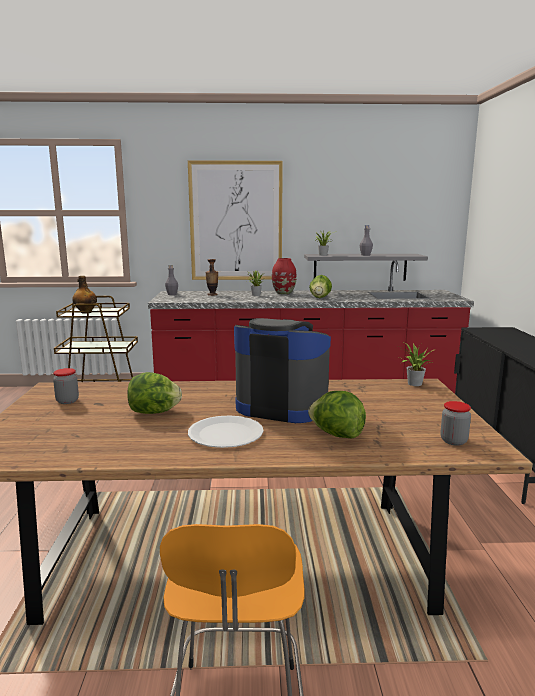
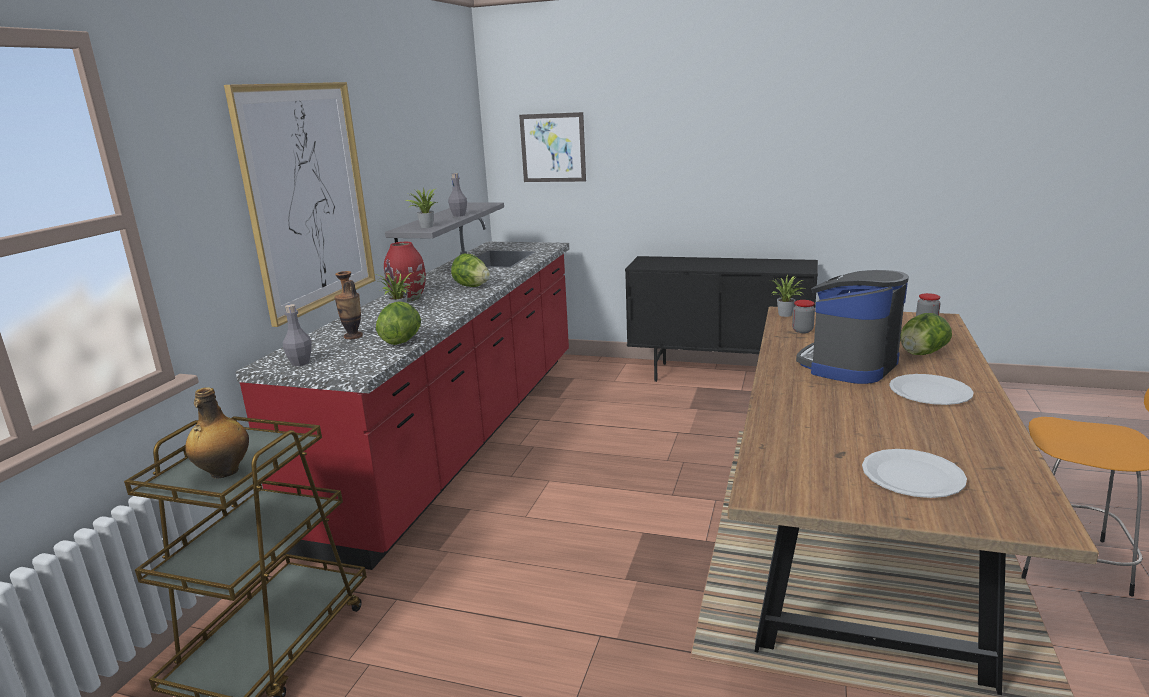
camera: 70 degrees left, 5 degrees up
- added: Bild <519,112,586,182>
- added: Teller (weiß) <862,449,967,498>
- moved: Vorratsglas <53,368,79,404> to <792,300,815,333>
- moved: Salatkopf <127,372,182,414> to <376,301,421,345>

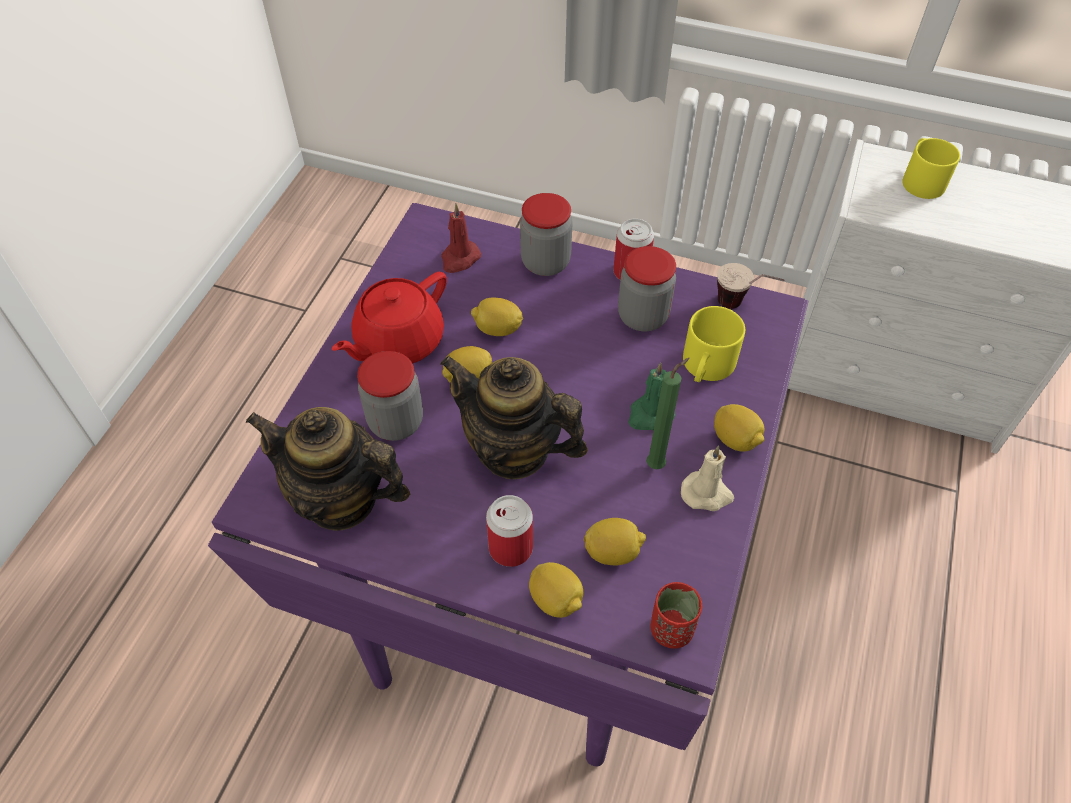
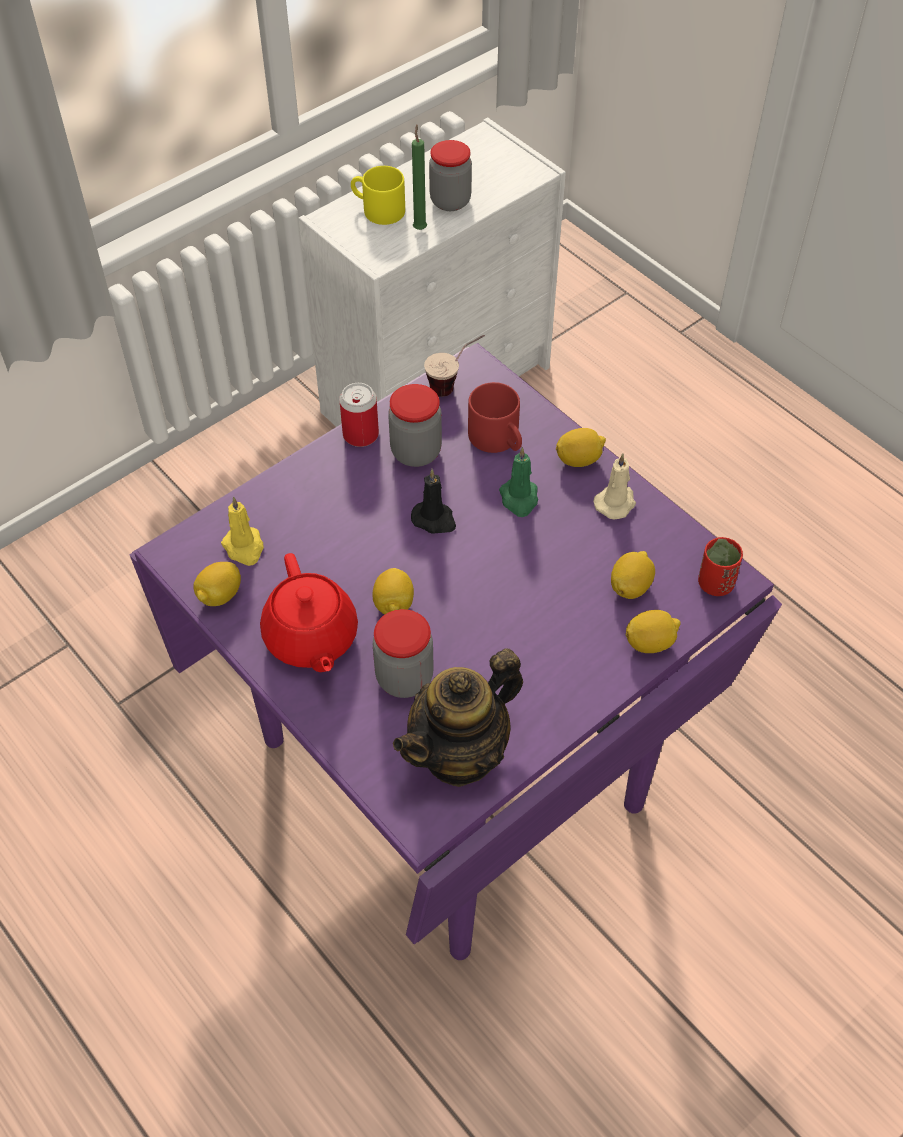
camera: 60 degrees left, 0 degrees up
- removed: Teekanne <440,356,588,479>
- removed: Dose <486,495,533,567>
- added: Kerze (schwarz) <411,469,456,533>
- moved: Zitrone <471,297,523,336> to <193,562,241,606>
- moved: Vorratsglas <520,193,573,276> to <429,140,472,211>
- moved: Kerze (grün) <646,358,690,469> to <412,124,427,230>
- recoloured: Kerze (rot) <441,203,481,273> to Kerze (gelb) <221,496,264,566>
- recoloured: Henkelbecher (gelb) <683,306,745,382> to Henkelbecher (rot) <468,382,522,453>

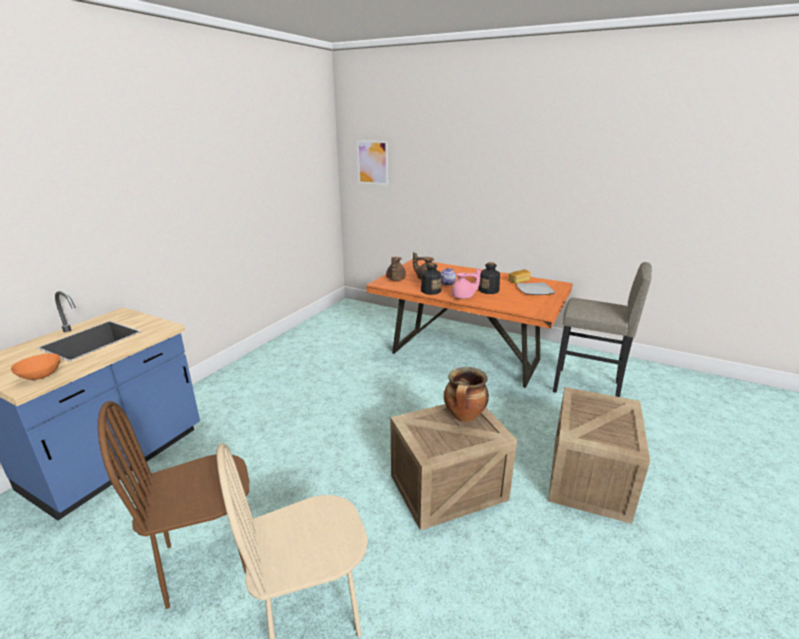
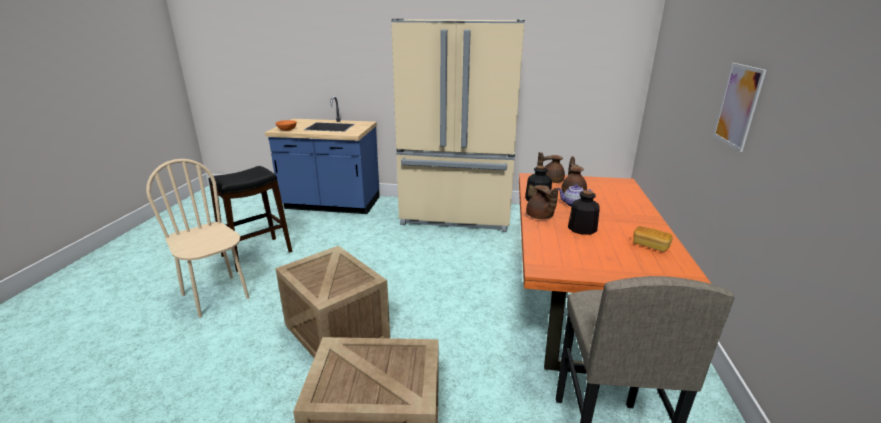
camera: 70 degrees right, 0 degrees up
- removed: Kochtopf <444,367,489,422>
- removed: Teller <516,282,556,295>
- added: Kühlschrank (beige) <391,18,525,232>
- moved: Bild <357,140,388,186> to <713,63,766,152>
- replaced: Stuhl (braun) <98,401,249,609> to Hocker (schwarz) <208,166,292,272>
- recoloured: Teekanne (rosa) <452,268,481,299> to Teekanne (braun) <526,185,558,219>

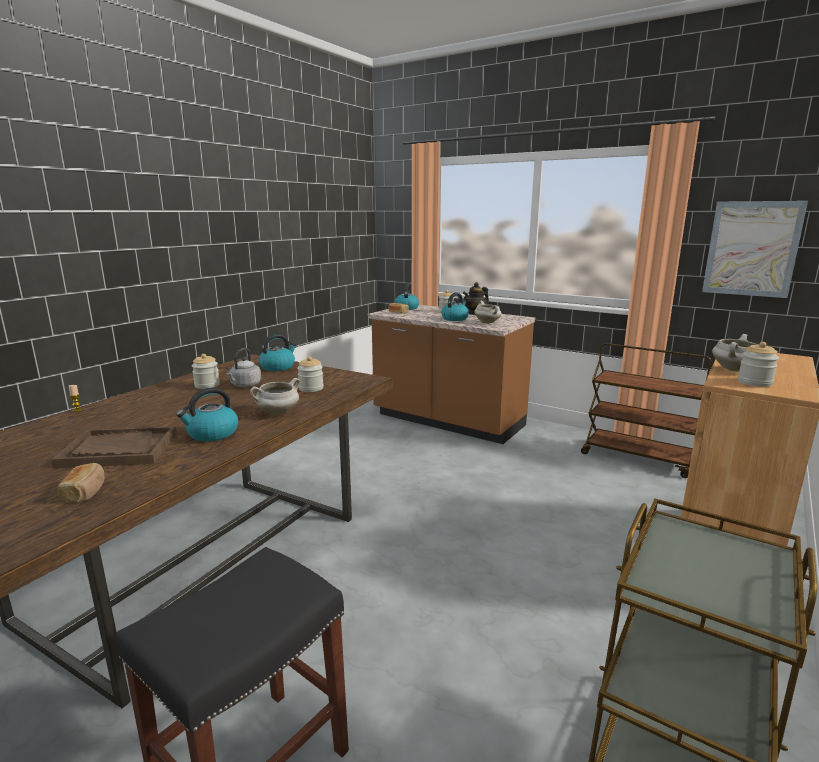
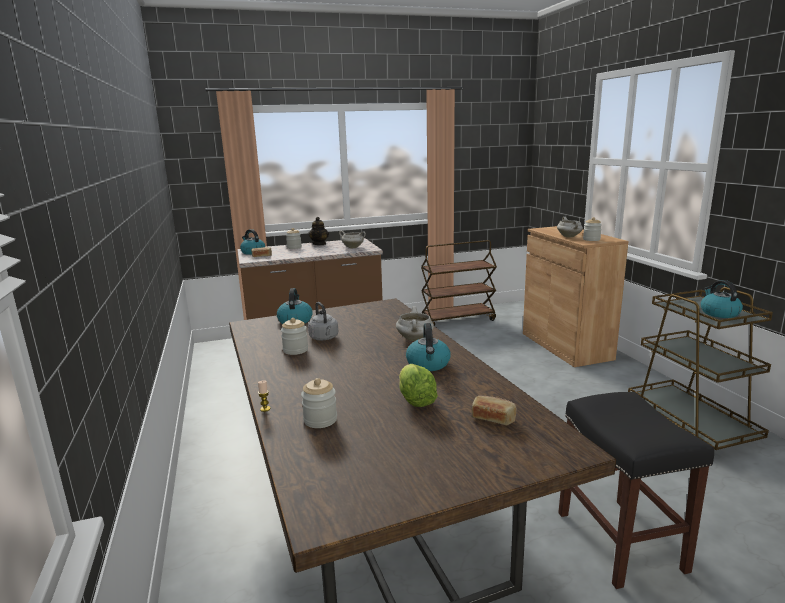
camera: 50 degrees left, 0 degrees up
- removed: Bild <702,201,808,298>
- moved: Vorratsglas <297,356,324,392> to <301,378,337,428>
- moved: Wasserkessel <441,293,469,321> to <701,280,743,318>
- replaced: Tablett (braun) <51,426,177,468> to Salatkopf <399,364,438,407>

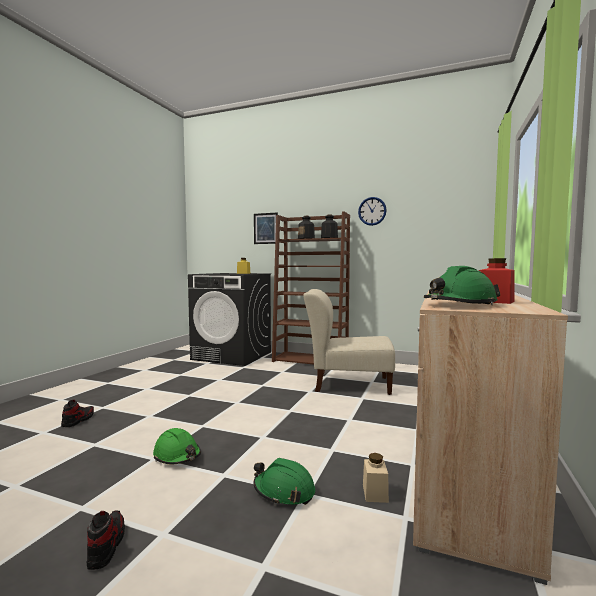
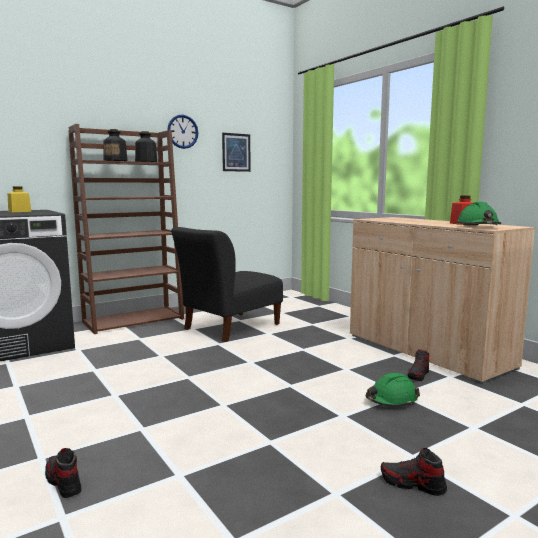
camera: 55 degrees left, 5 degrees up
- removed: Schutzhelm (grün) <153,428,201,464>
- moved: Bild <254,213,278,244> to <222,133,251,172>
- replaced: Vorratsglas (beige) <363,453,389,503> to Schuh <408,349,429,381>
- recoloured: Stuhl (beige) <303,289,395,395> to Stuhl (schwarz) <171,227,283,342>

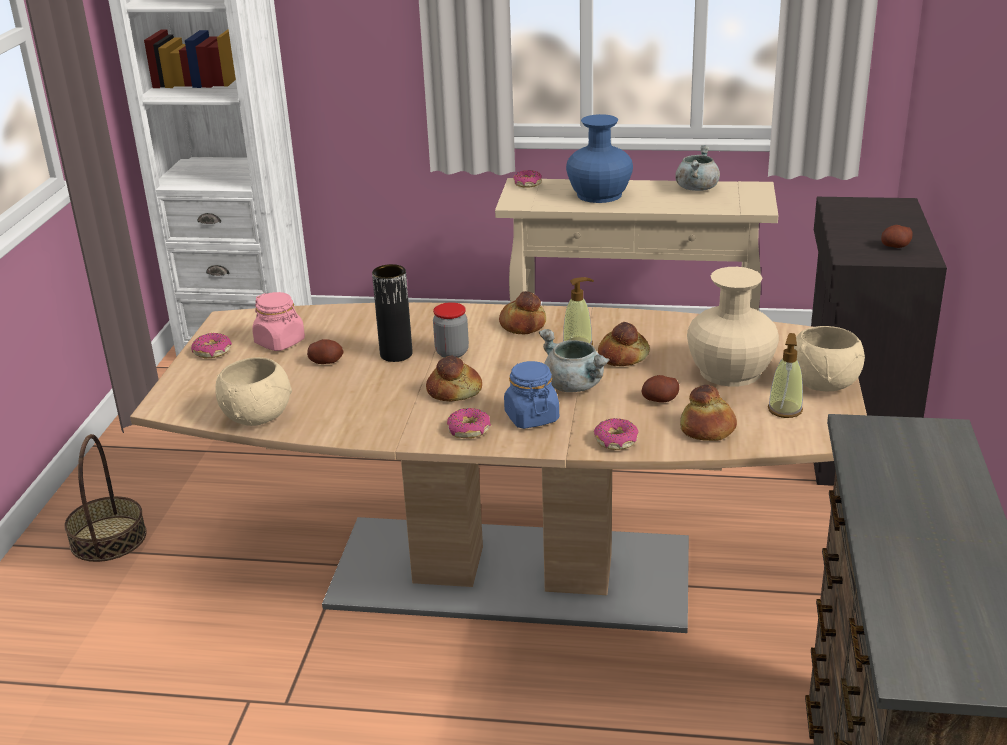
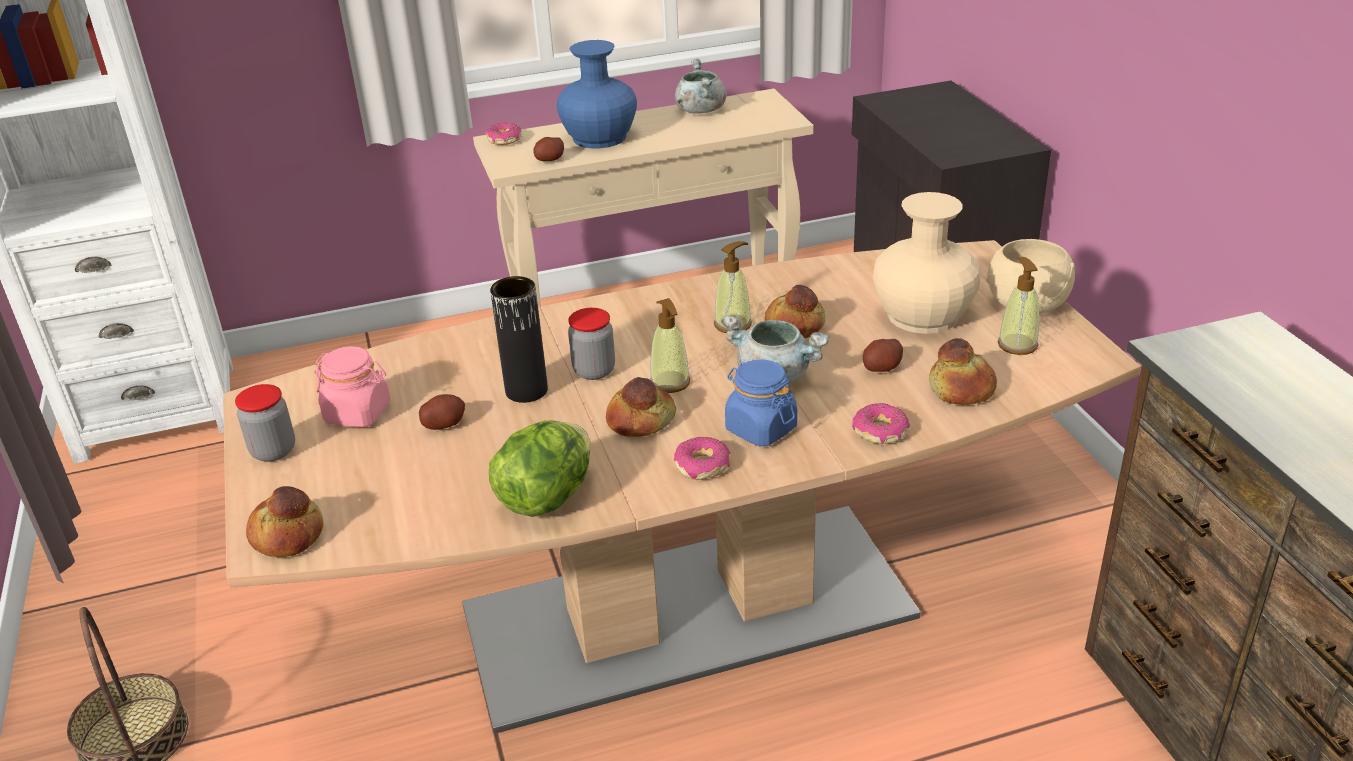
camera: 25 degrees left, 5 degrees up
- removed: Schüssel (beige) <215,357,292,426>
- added: Salatkopf <489,420,591,517>
- added: Seifenspender <650,298,690,393>
- moved: Brot <499,291,546,334> to <246,486,324,558>
- moved: Kartoffel <881,225,913,248> to <534,137,564,161>
- replaced: Donut <191,333,232,359> to Vorratsglas <235,384,295,462>

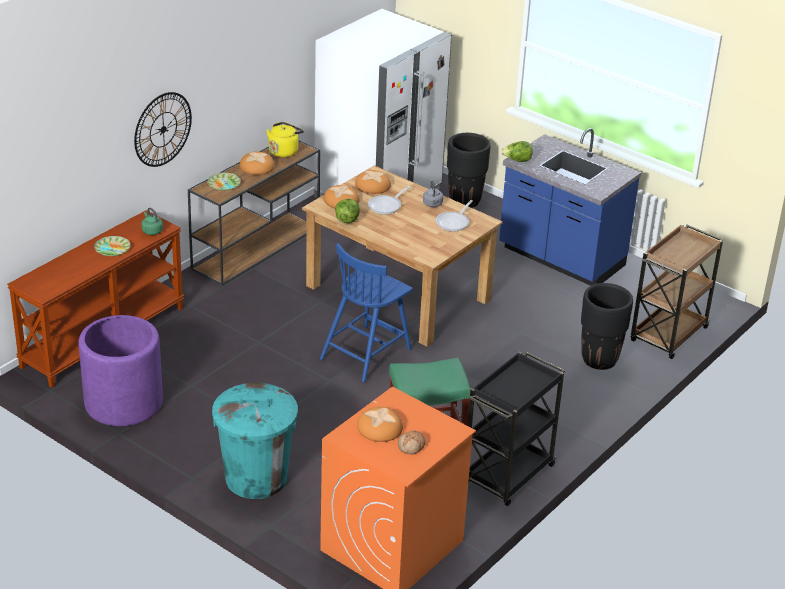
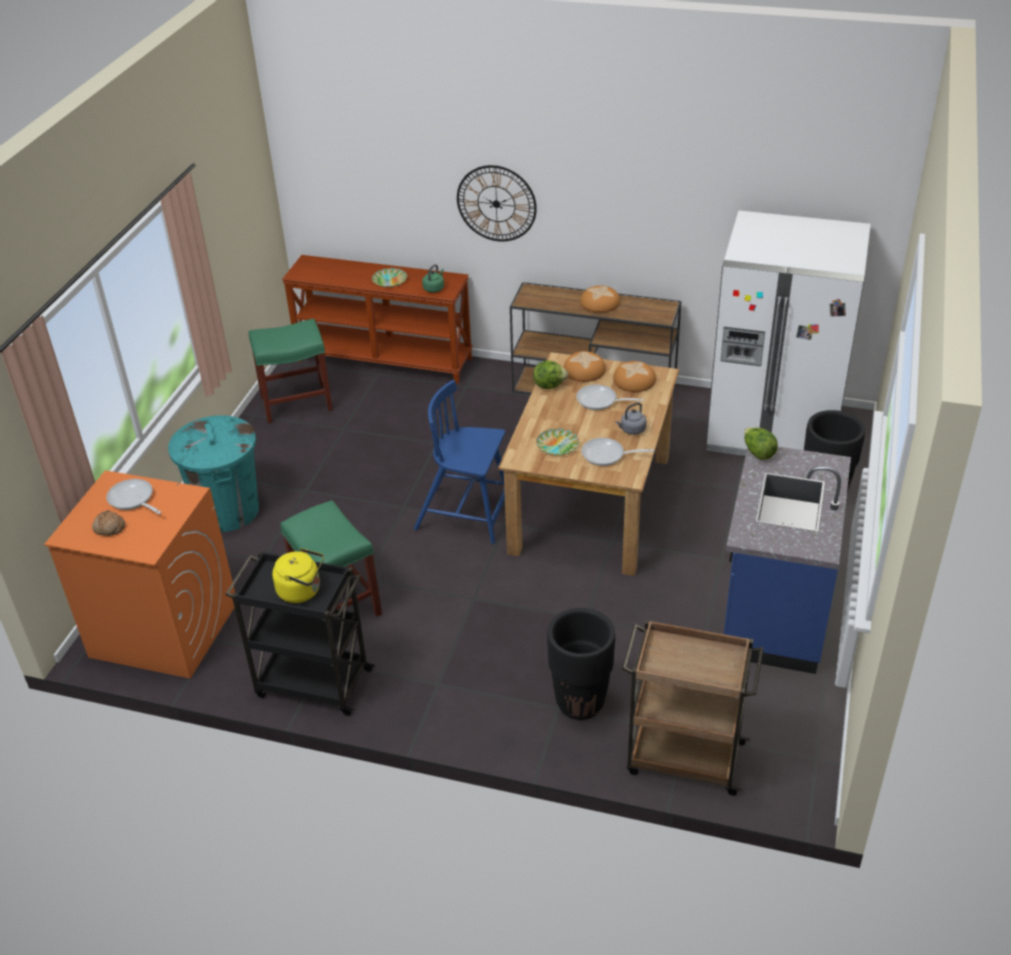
camera: 70 degrees right, 5 degrees up
- moved: Teller <207,173,241,191> to <536,428,579,456>
- moved: Wasserkessel (gelb) <267,122,304,157> to <272,548,324,603>
- replaced: Pflanzkübel (lila) <78,315,163,426> to Hocker (grün) <249,319,332,423>
- replaced: Brot <357,407,403,442> to Pfanne <106,479,162,514>

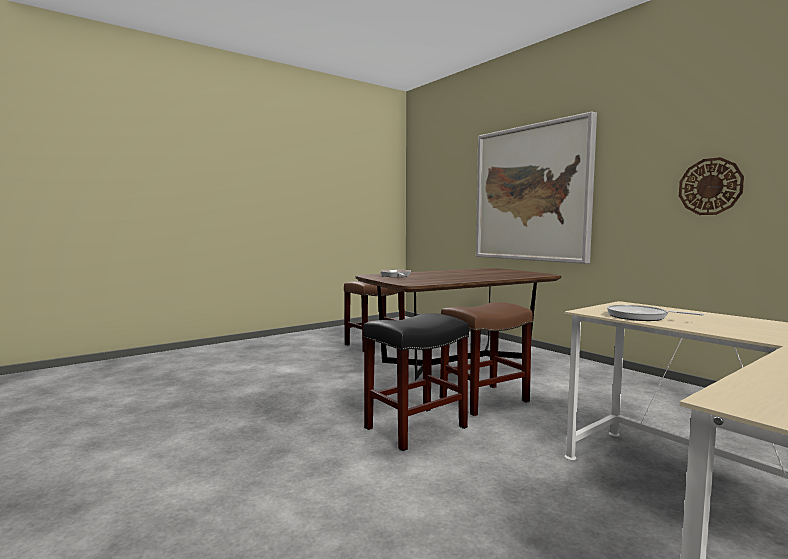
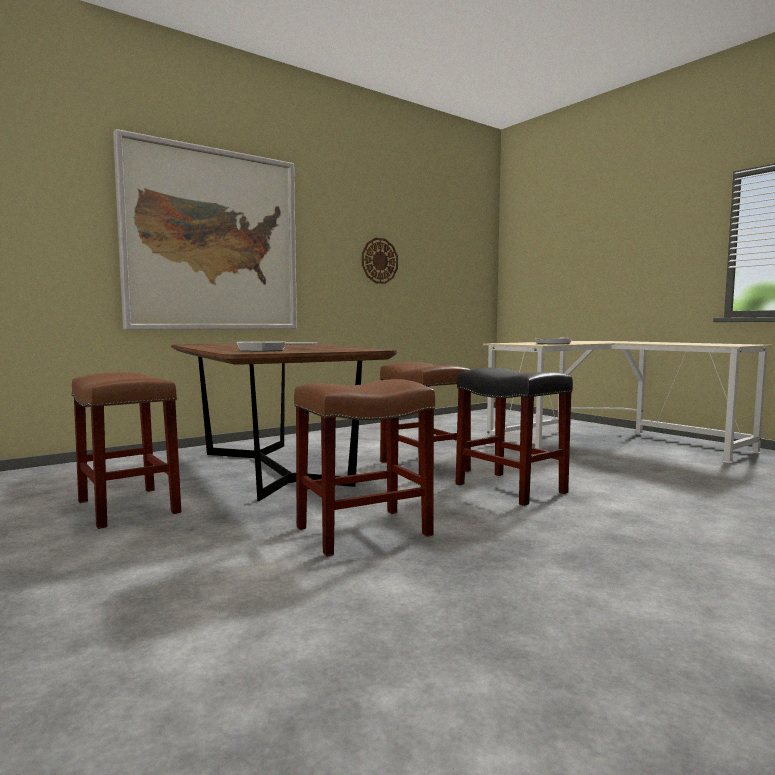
camera: 90 degrees left, 0 degrees up
- added: Hocker (braun) <294,379,435,557>

